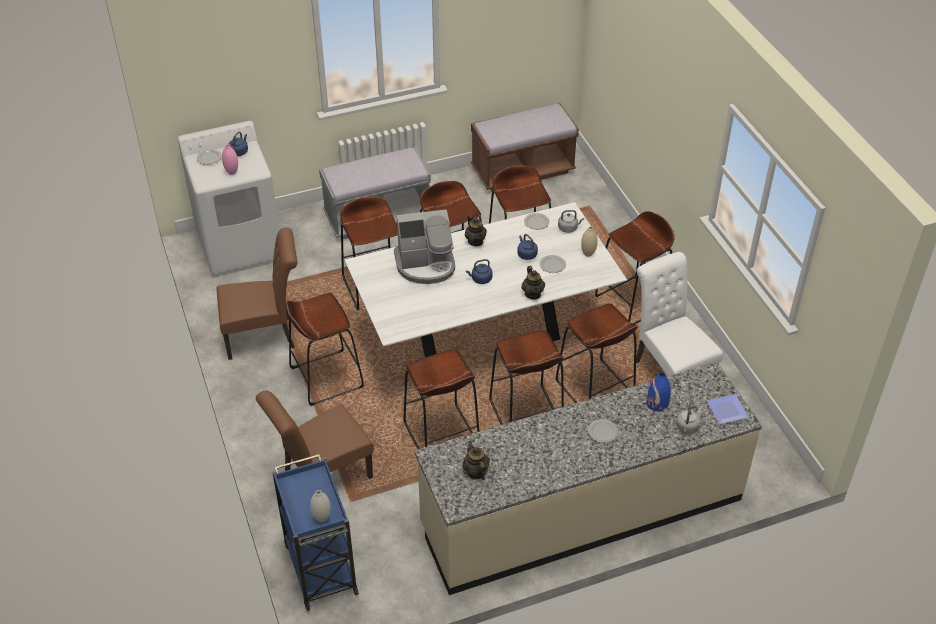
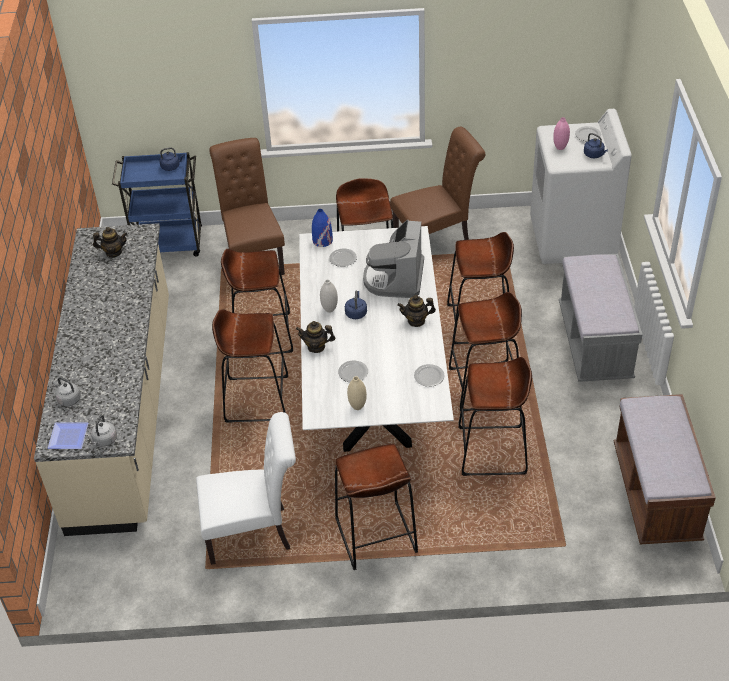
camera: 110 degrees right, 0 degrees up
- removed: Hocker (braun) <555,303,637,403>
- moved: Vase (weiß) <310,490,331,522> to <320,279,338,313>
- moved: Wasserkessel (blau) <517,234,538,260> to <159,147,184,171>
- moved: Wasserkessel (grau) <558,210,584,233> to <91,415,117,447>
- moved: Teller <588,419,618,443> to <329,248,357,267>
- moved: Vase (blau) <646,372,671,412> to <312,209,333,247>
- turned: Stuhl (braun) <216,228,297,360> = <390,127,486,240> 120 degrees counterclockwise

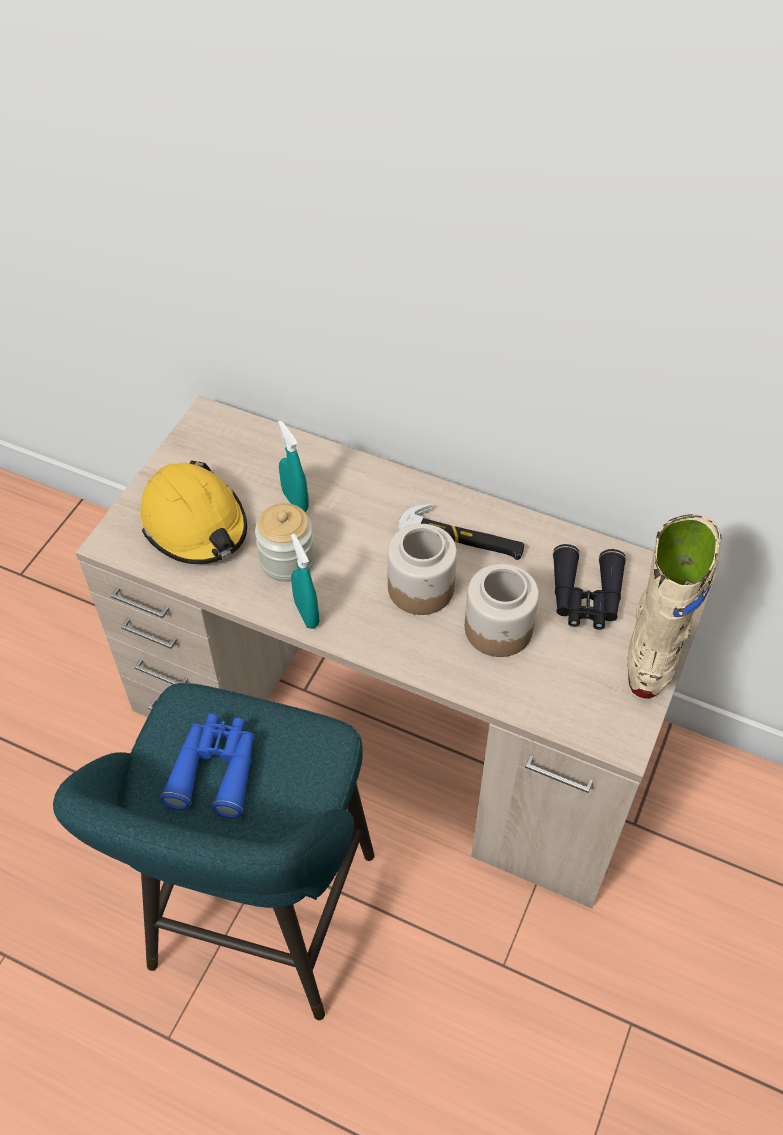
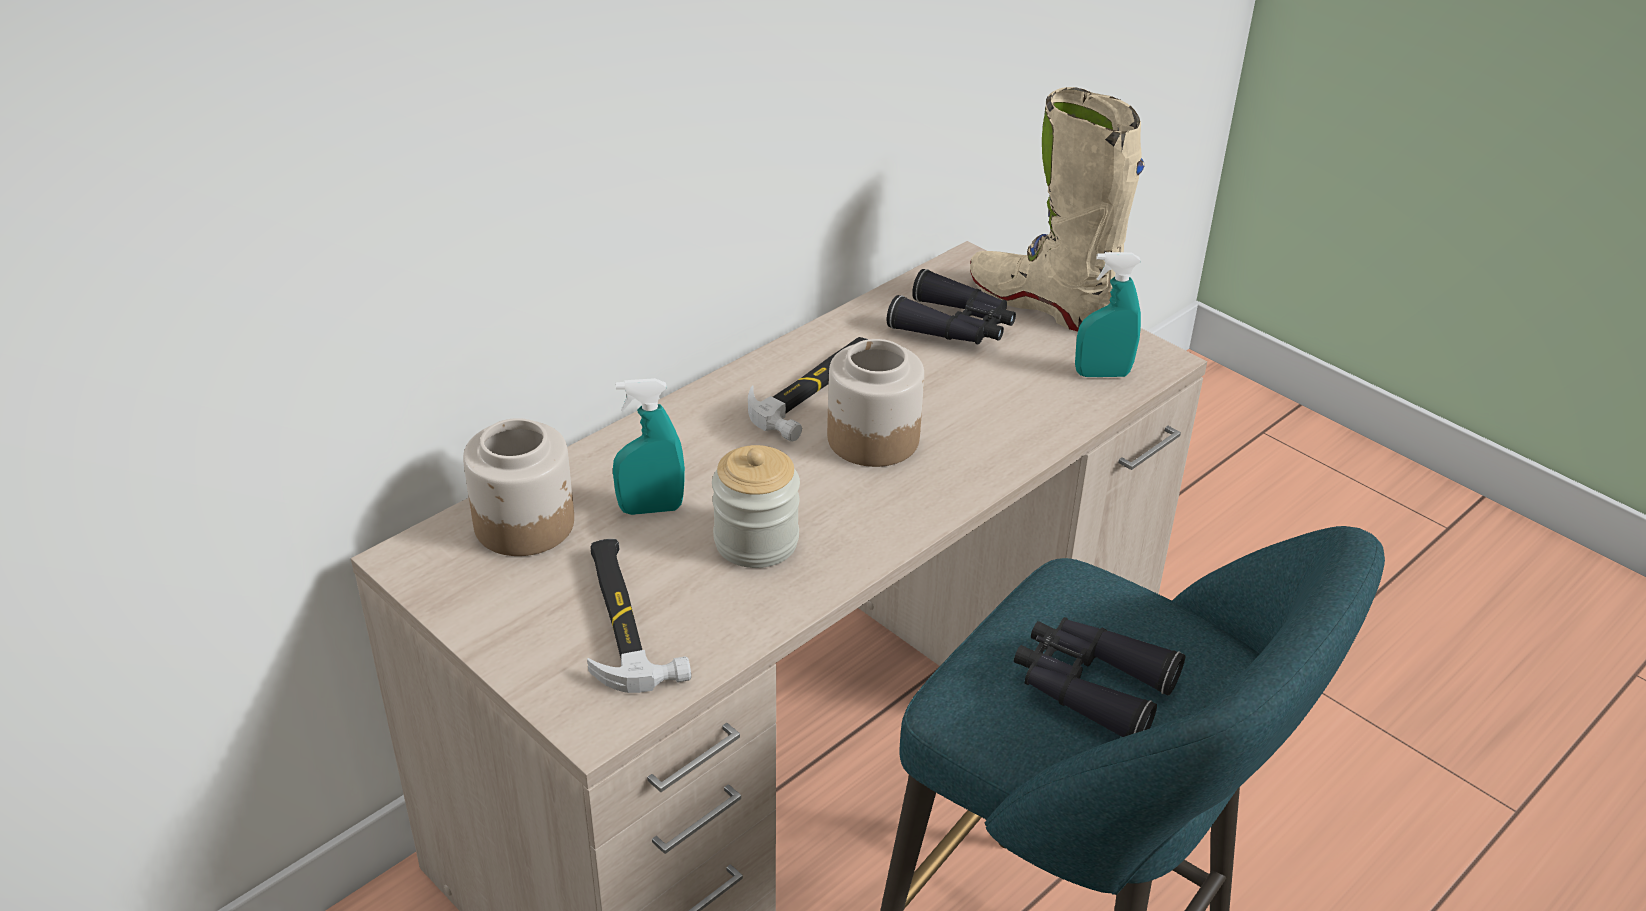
camera: 70 degrees left, 15 degrees down
- moved: Sprühflasche (türkis) <291,534,319,629> to <1075,252,1141,377>
- moved: Vorratsglas <465,564,539,657> to <463,418,574,556>
- replaced: Schutzhelm (gelb) <140,460,247,564> to Hammer <587,539,691,693>
- recoloured: Fernglas (blau) <160,714,255,818> to Fernglas (schwarz) <1014,617,1185,737>

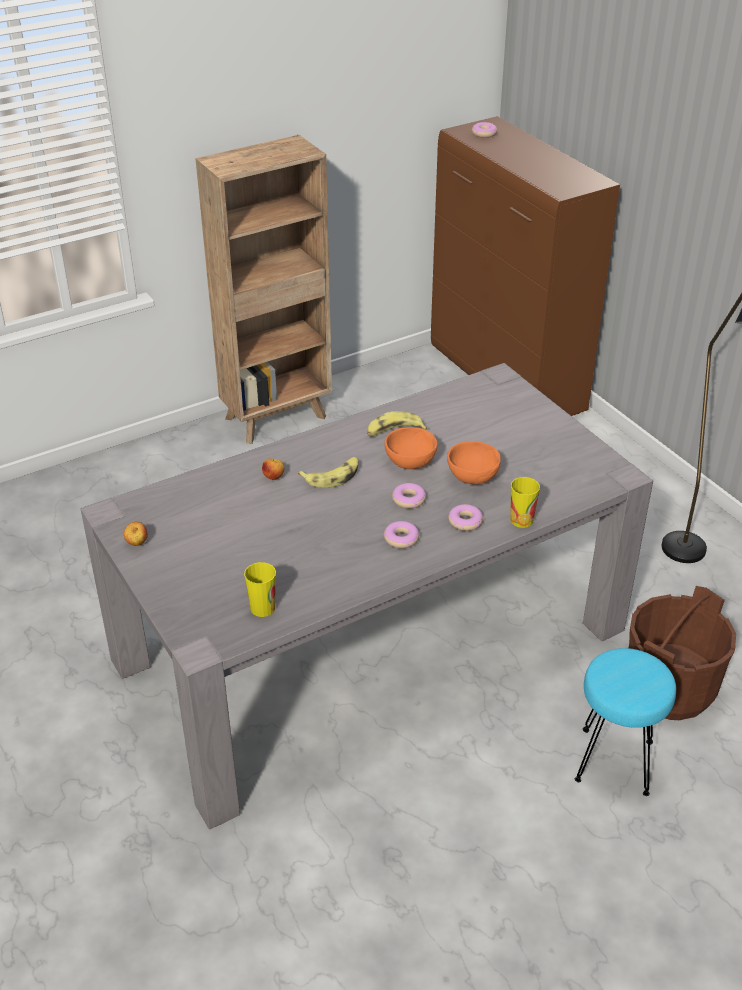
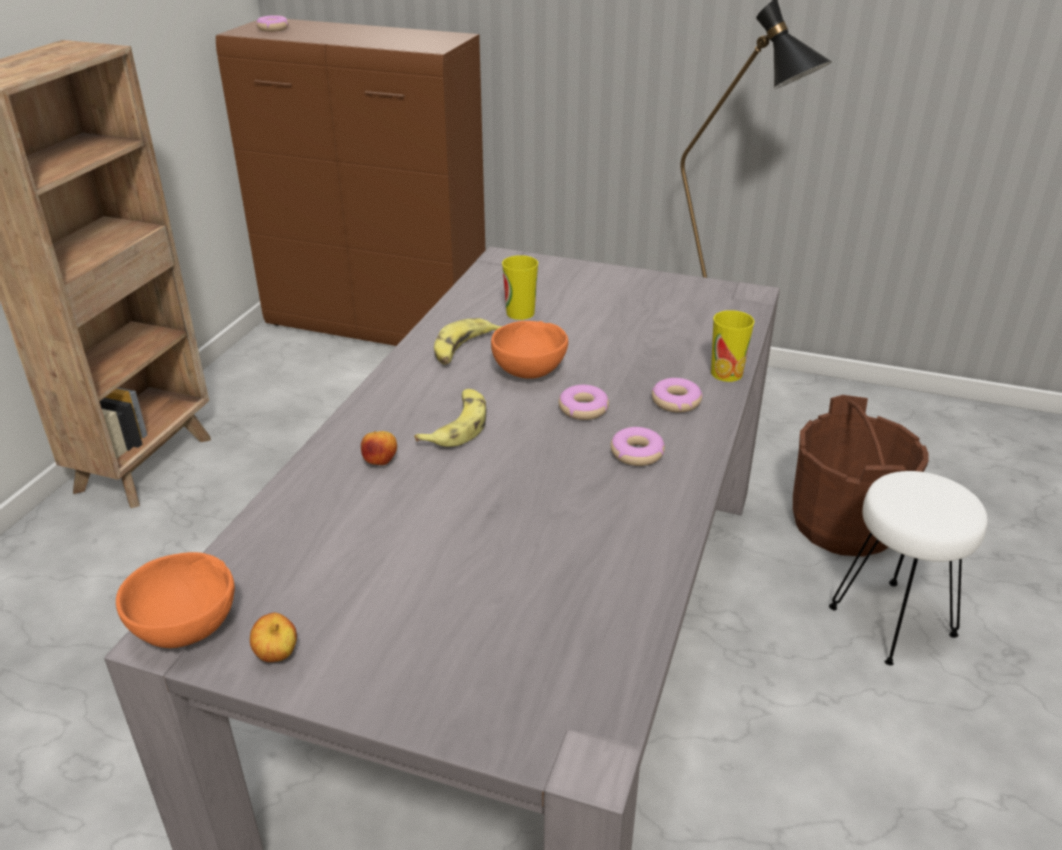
camera: 40 degrees left, 5 degrees down
- moved: Tasse <244,562,276,617> to <502,255,538,320>
- moved: Schüssel (orange) <447,441,501,484> to <116,552,235,648>
- recoloured: Hocker (türkis) <575,648,676,796> to Hocker (weiß) <829,471,988,665>

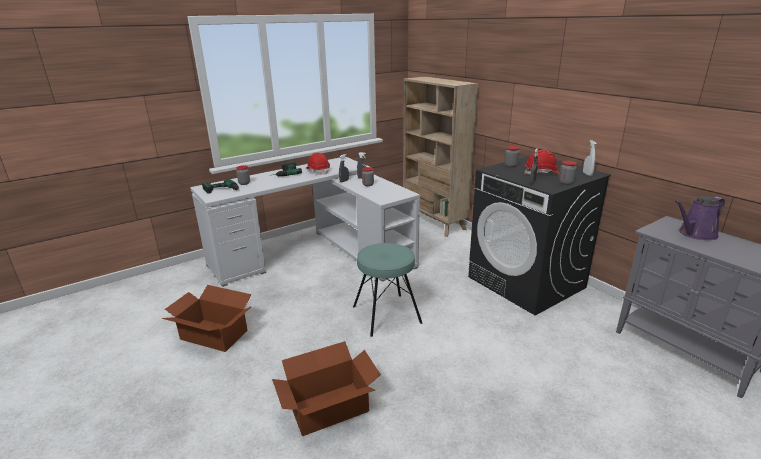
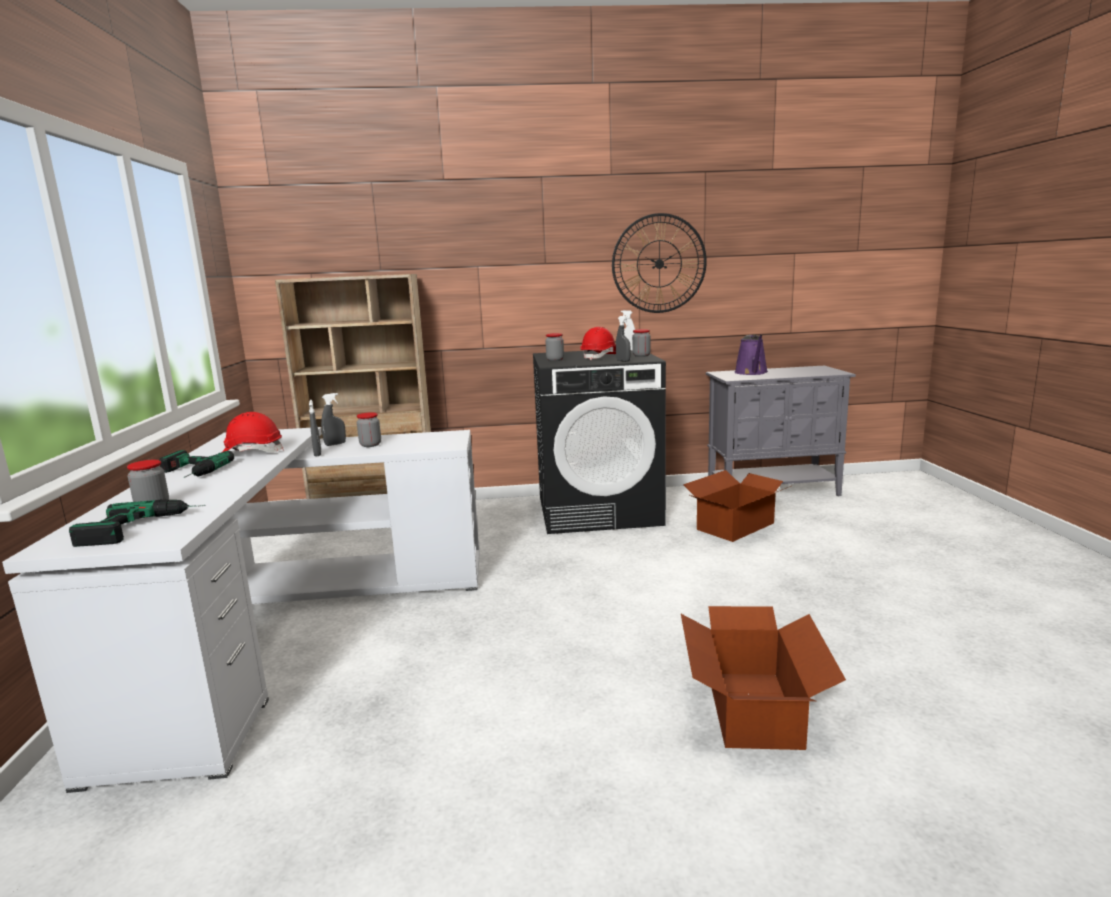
camera: 60 degrees left, 10 degrees down
- removed: Hocker (türkis) <353,243,422,337>
- added: Wanduhr <612,213,707,313>
- moved: Karton <161,285,251,352> to <683,470,791,542>

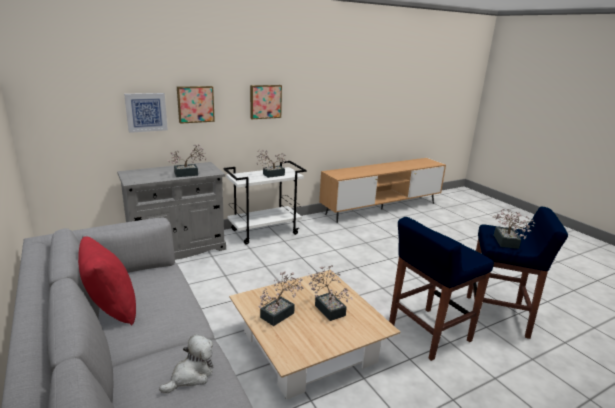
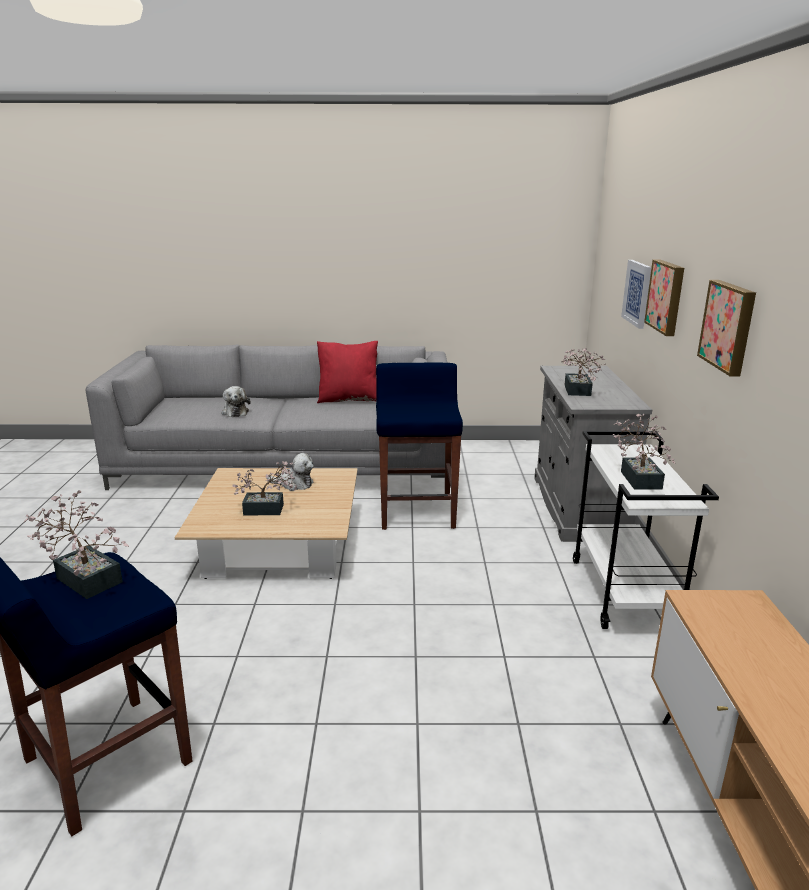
camera: 120 degrees right, 0 degrees up
- moved: Hocker (blau) <389,217,494,361> to <376,363,463,530>
- replaced: Topfpflanze <259,272,303,326> to Plüschtier <267,453,314,491>

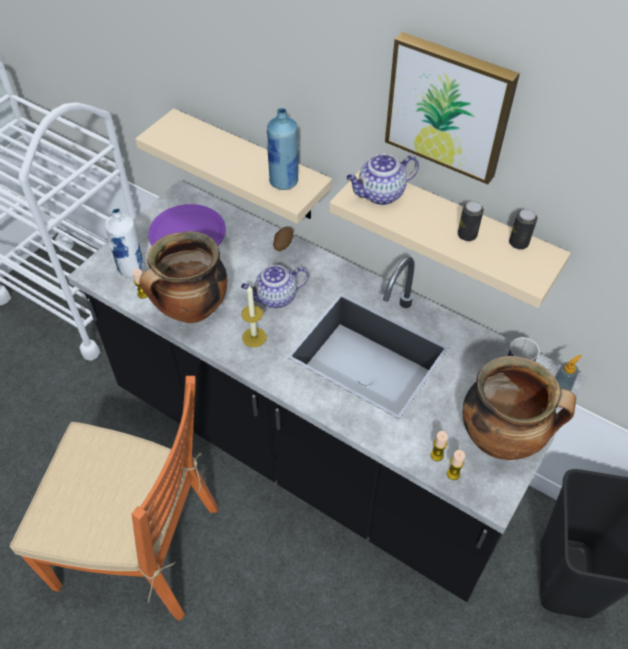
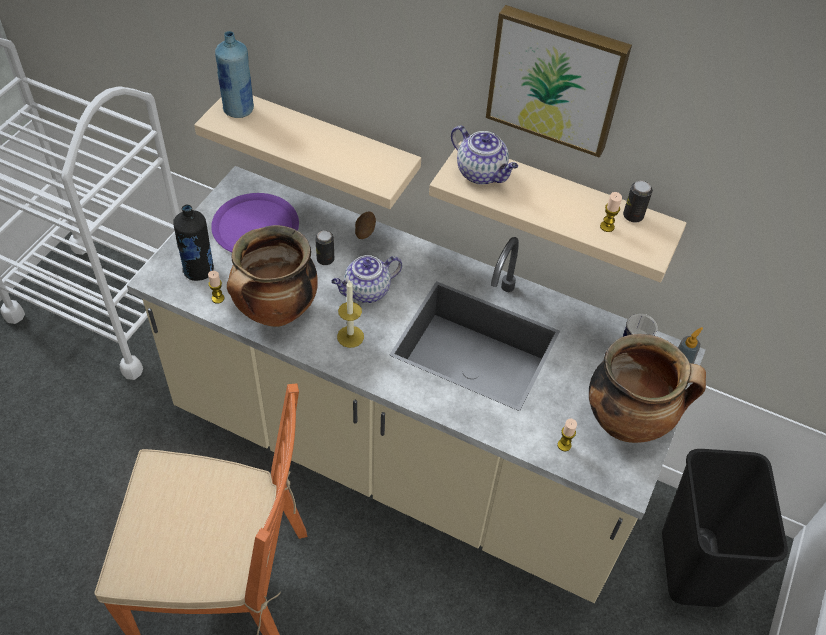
camera: 10 degrees left, 0 degrees up
- moved: Flasche (blau) <267,108,298,190> to <215,31,254,118>
- moved: Kerze <447,450,465,480> to <600,192,622,232>
- moved: Dose <458,201,484,241> to <315,230,334,265>
- recoloured: Küchenzeile (schwarz) <67,180,587,602> to Küchenzeile (beige) <127,166,705,603>
- recoloured: Flasche (weiß) <105,208,144,277> to Flasche (schwarz) <174,204,214,281>
- turned: Teekanne <346,154,419,205> = <451,126,518,185> 105 degrees counterclockwise

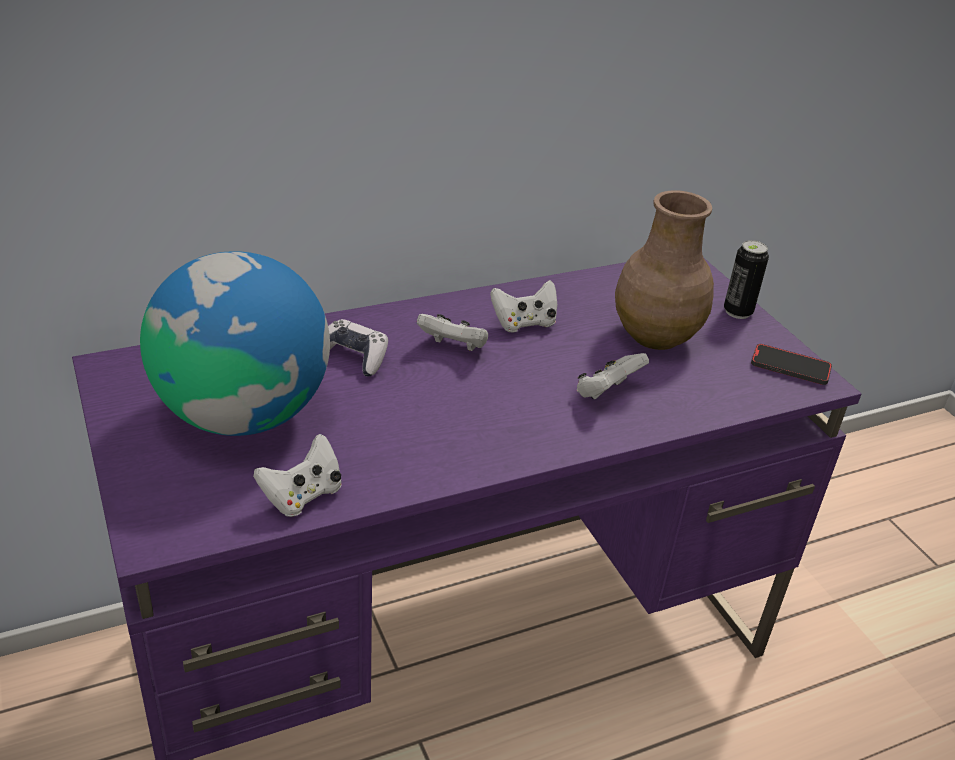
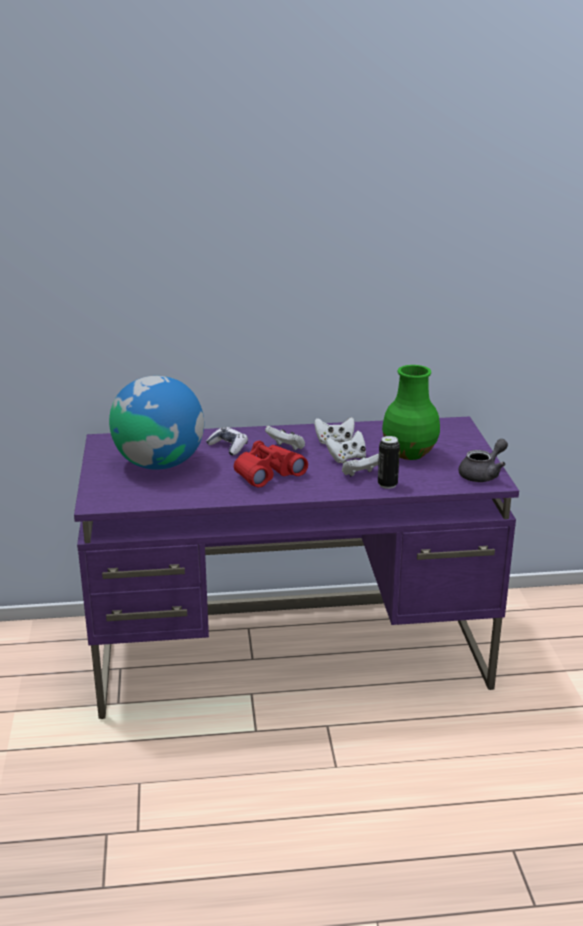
camera: 20 degrees right, 10 degrees down
- added: Fernglas (rot) <234,441,308,488>
- moved: Gamepad (weiß) <253,434,342,517> to <325,431,366,463>
- moved: Dose <724,240,769,319> to <378,436,400,489>
- replaced: Handy <751,344,832,385> to Teekanne (grau) <459,439,508,482>
- recoloured: Vase (braun) <615,190,714,350> to Vase (grün) <382,365,440,460>

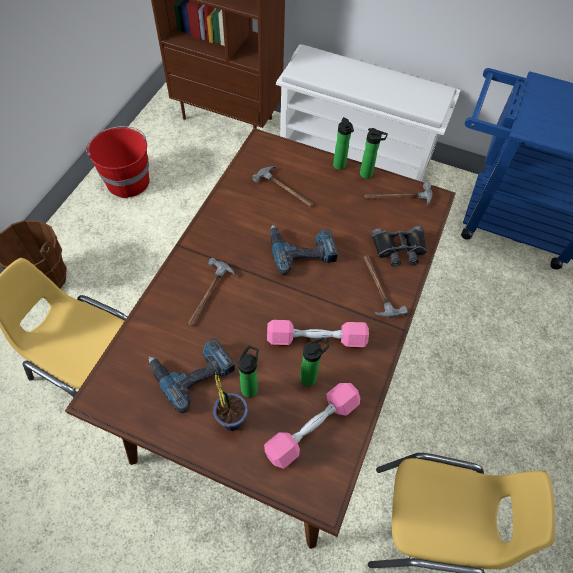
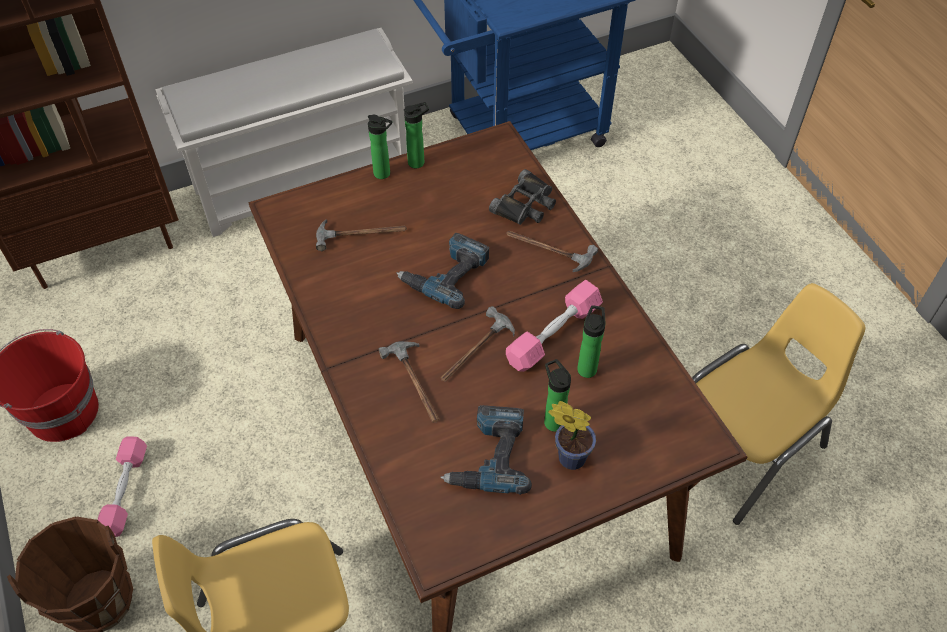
camera: 45 degrees left, 5 degrees down
- moved: Hantel (rosa) <264,383,360,469> to <97,436,147,537>
- moved: Hammer <364,182,433,206> to <440,306,515,382>

